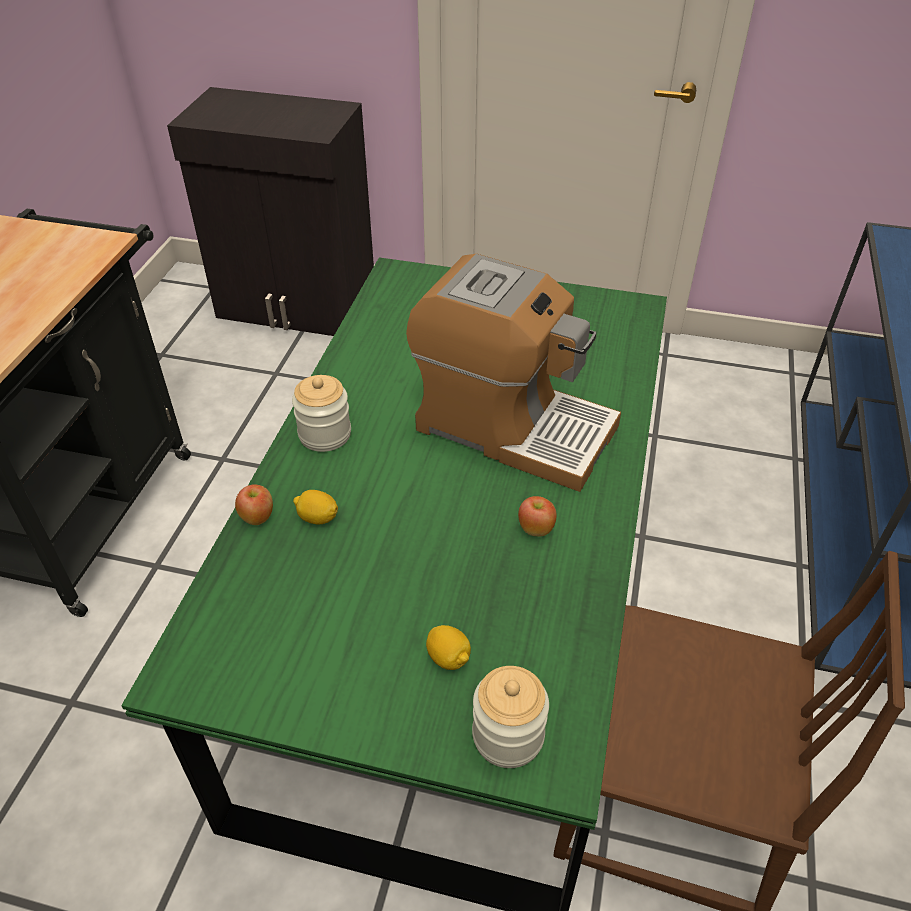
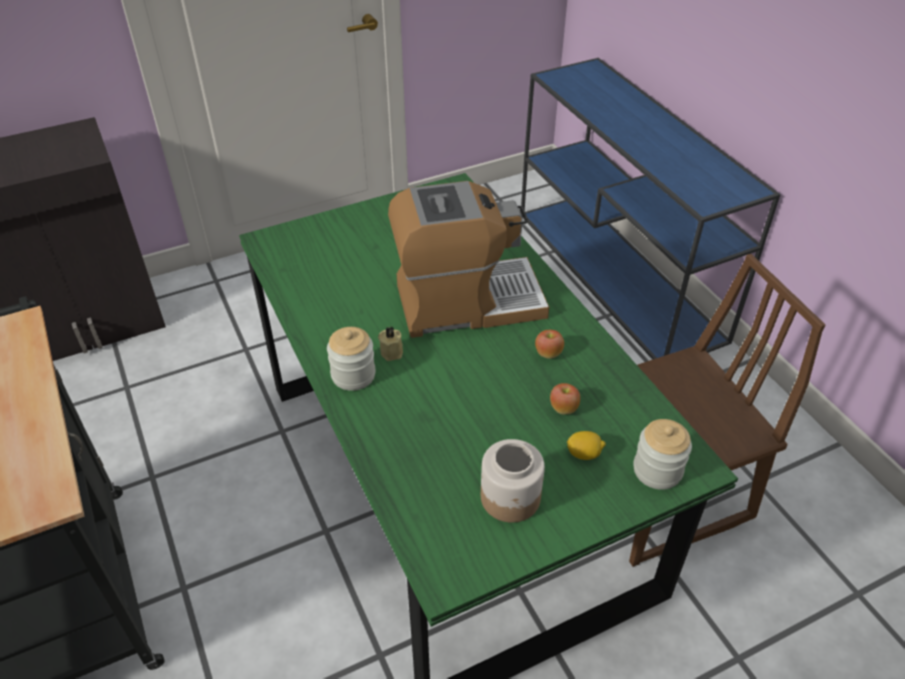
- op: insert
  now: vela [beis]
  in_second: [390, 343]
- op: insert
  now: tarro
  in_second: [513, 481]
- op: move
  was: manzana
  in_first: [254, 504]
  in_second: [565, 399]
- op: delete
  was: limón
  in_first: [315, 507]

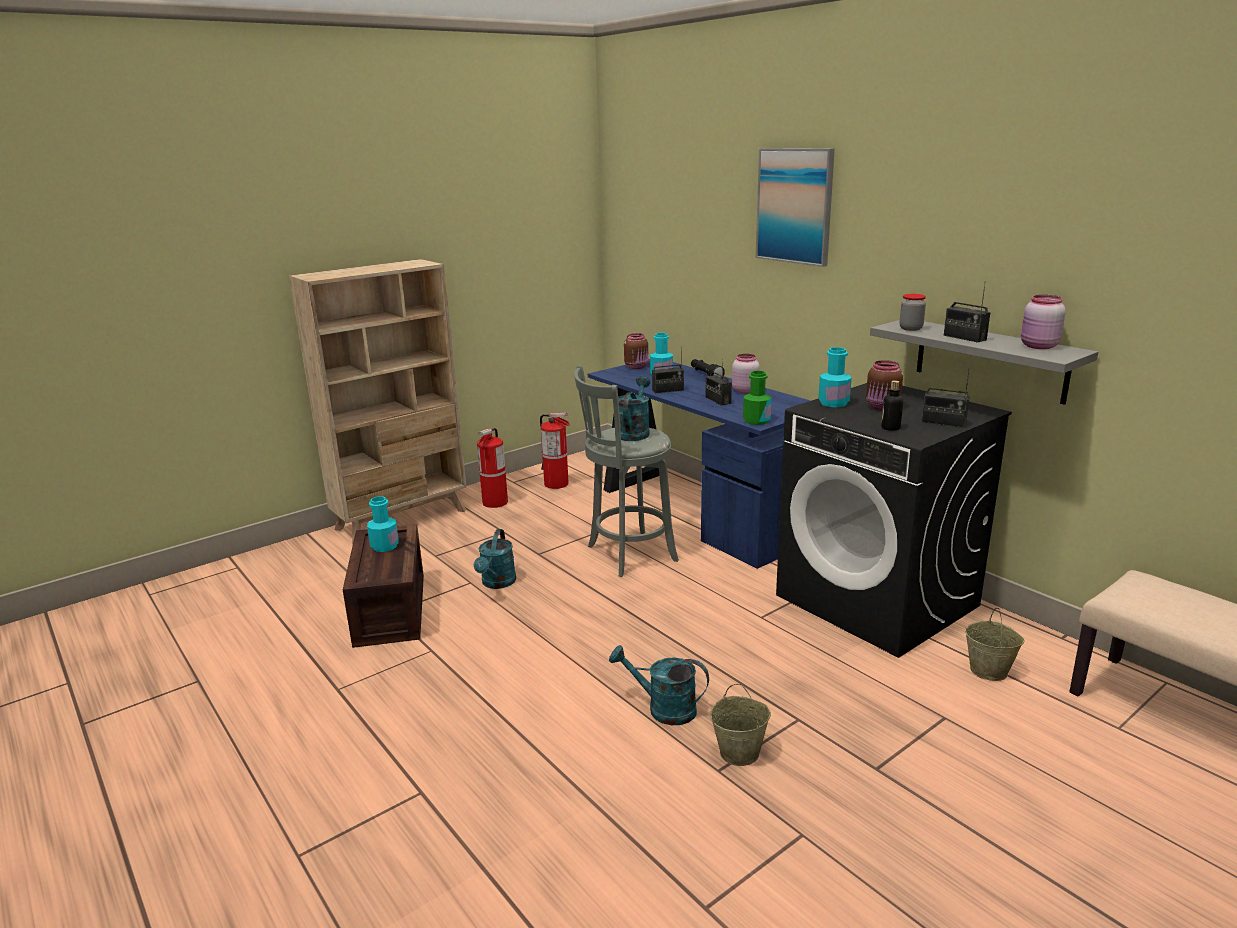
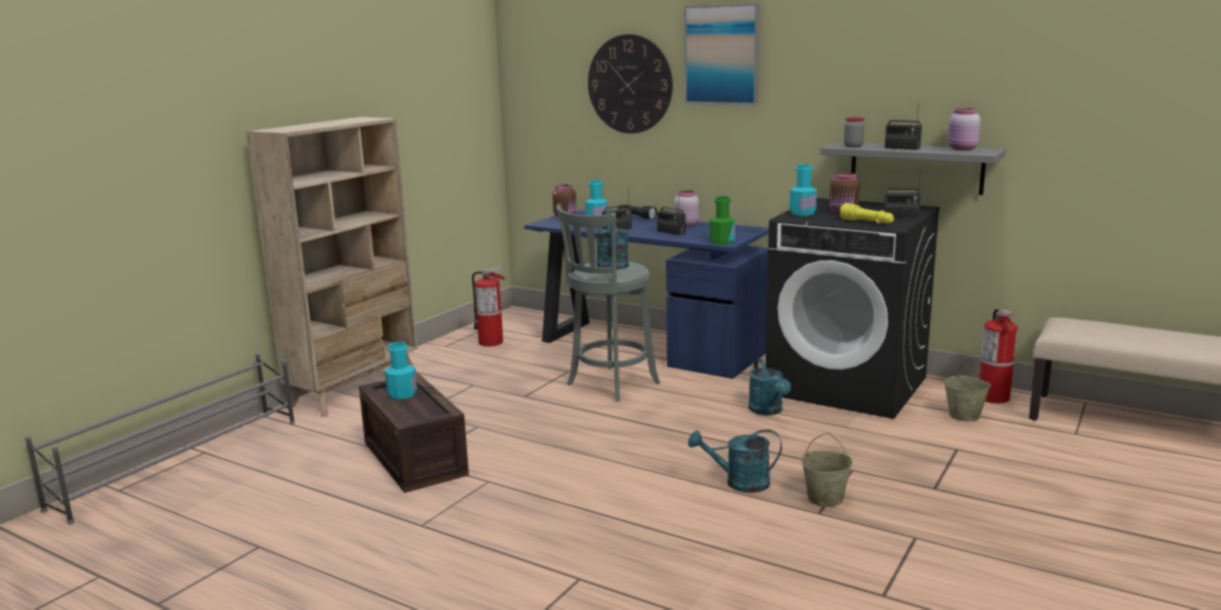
- op: insert
  now: zapatero [gris]
  in_second: [160, 439]
- op: insert
  now: reloj de pared
  in_second: [630, 84]
- op: move
  was: regadera [turquesa]
  in_first: [495, 559]
  in_second: [769, 386]
- op: replace
  was: botella
  now: linterna [amarillo]
  in_first: [892, 405]
  in_second: [867, 213]
- op: move
  was: extintor
  in_first: [492, 468]
  in_second: [998, 356]

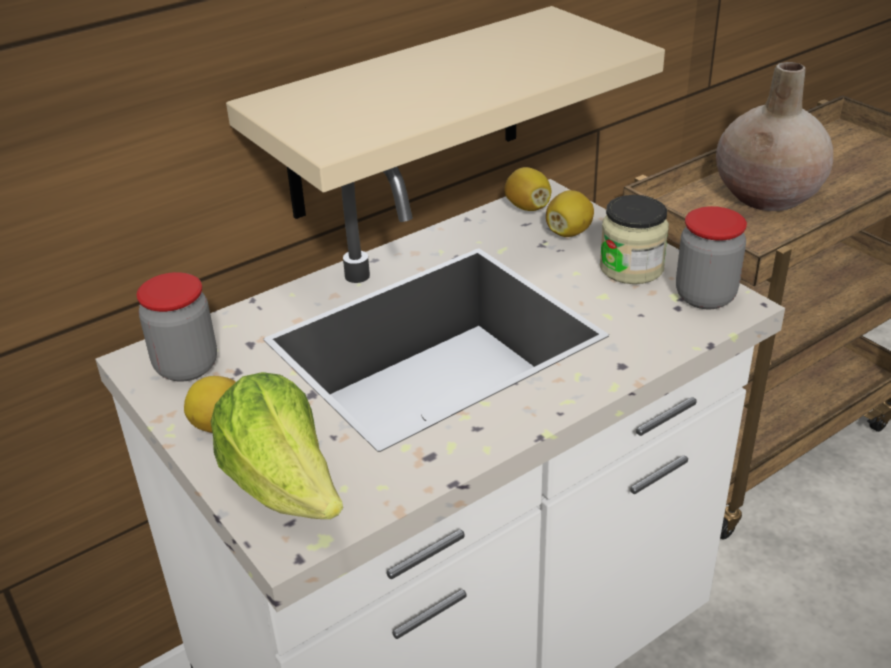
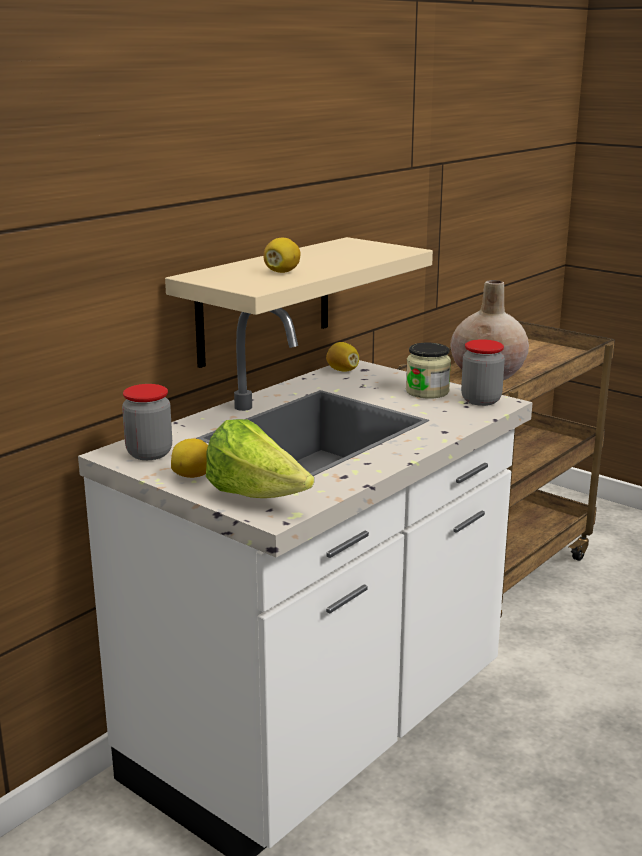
- op: move
  was: limón
  in_first: [570, 213]
  in_second: [282, 255]

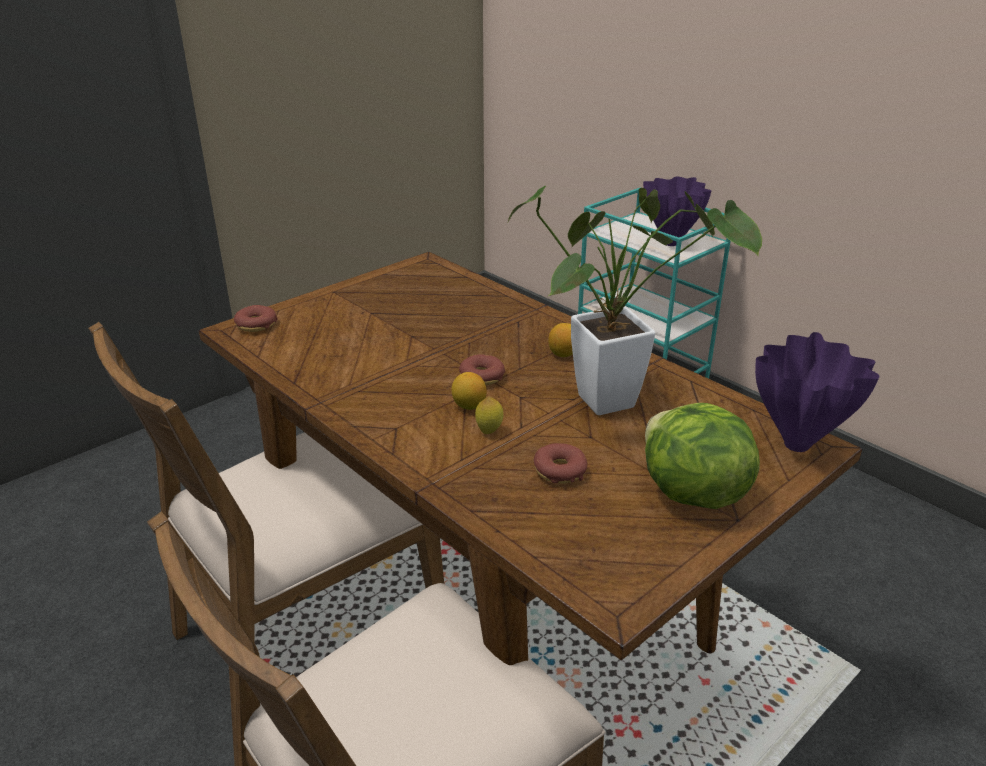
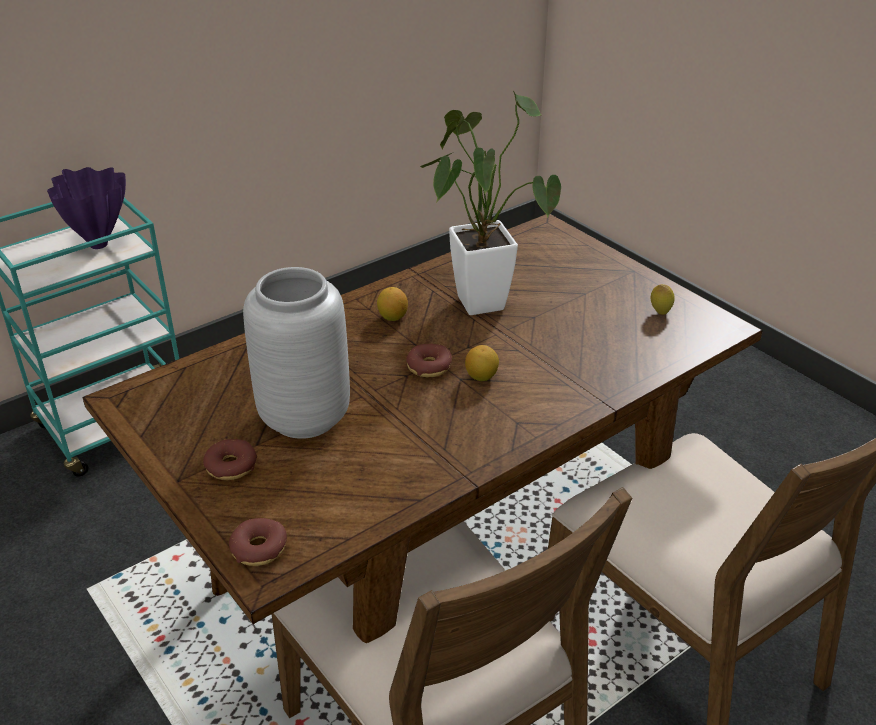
- op: move
  was: rosquilla
  in_first: [561, 463]
  in_second: [230, 459]
- op: insert
  now: florero [gris]
  in_second: [296, 353]
- op: move
  was: limón
  in_first: [489, 415]
  in_second: [663, 299]
- op: delete
  was: lechuga
  in_first: [702, 456]
- op: delete
  was: florero [morado]
  in_first: [817, 392]

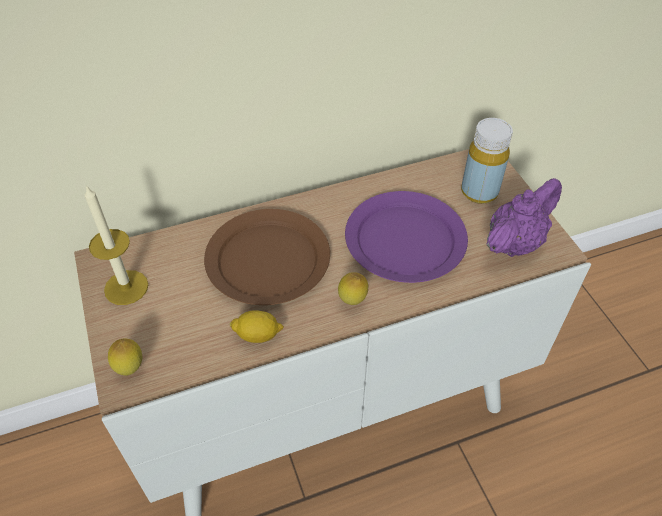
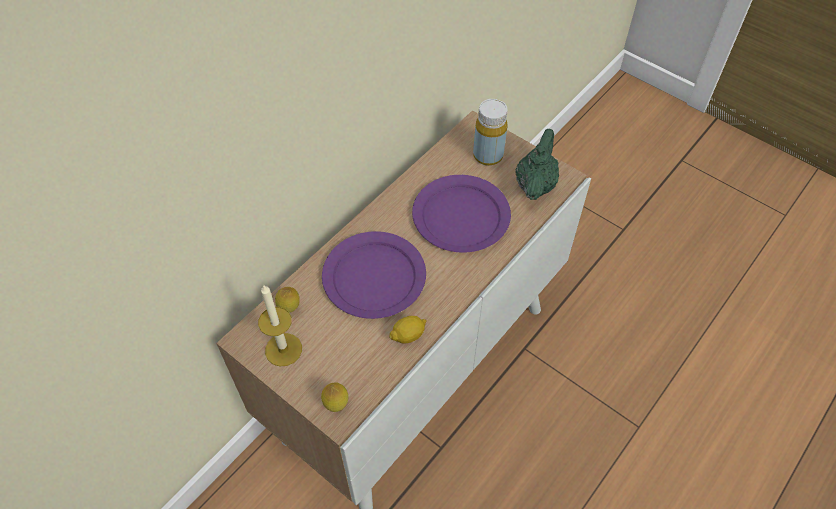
- op: move
  was: limón
  in_first: [353, 288]
  in_second: [287, 300]
- op: recolor
  was: plato [marrón]
  now: plato [morado]
  in_first: [267, 257]
  in_second: [374, 275]
- op: recolor
  was: tetera [morado]
  now: tetera [verde]
  in_first: [524, 217]
  in_second: [537, 164]

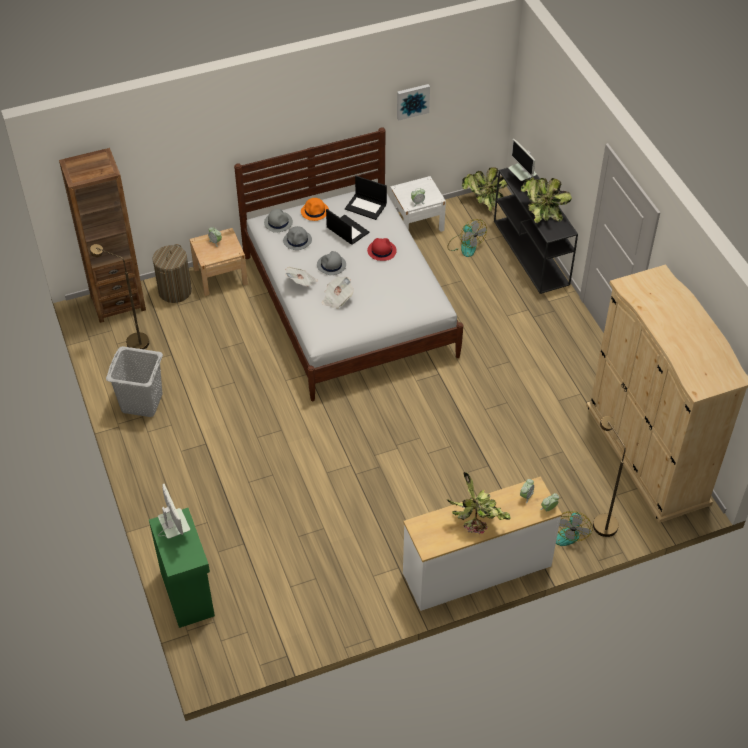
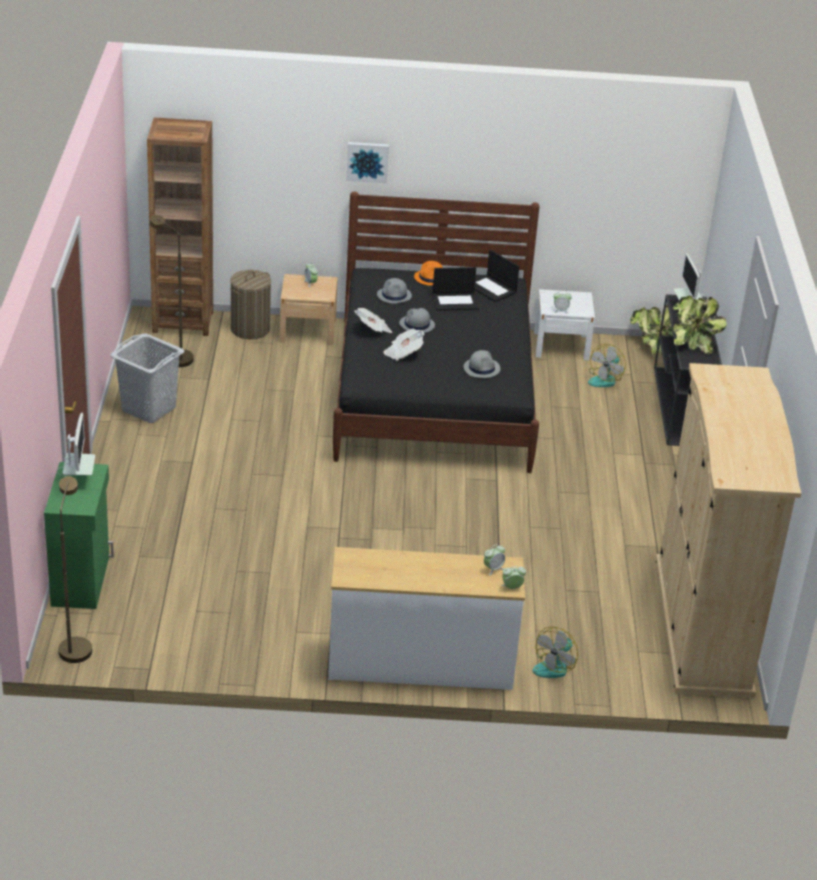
- op: move
  was: lámpara de pie [marrón]
  in_first: [609, 476]
  in_second: [75, 569]
- op: recolor
  was: cama [blanco]
  now: cama [negro]
  in_first: [348, 264]
  in_second: [436, 332]
- op: move
  was: cuadro
  in_first: [413, 102]
  in_second: [367, 162]
- op: rotate
  was: portátil
  in_first: [347, 227]
  in_second: [455, 289]
  clockwise: 105
- op: move
  was: sombrero [gris]
  in_first: [278, 221]
  in_second: [482, 364]
- op: rotate
  was: ventilador
  in_first: [467, 238]
  in_second: [607, 365]
  clockwise: 45
- op: delete
  was: sombrero [rojo]
  in_first: [382, 249]
- op: delete
  was: planta en maceta
  in_first: [479, 503]

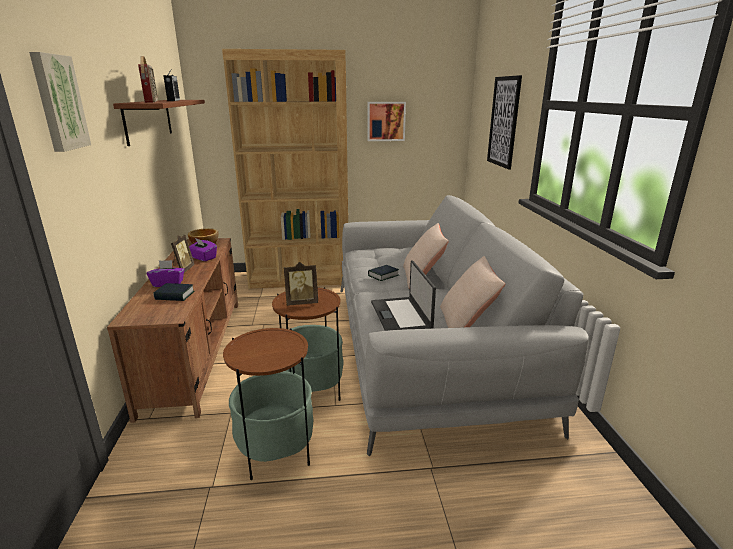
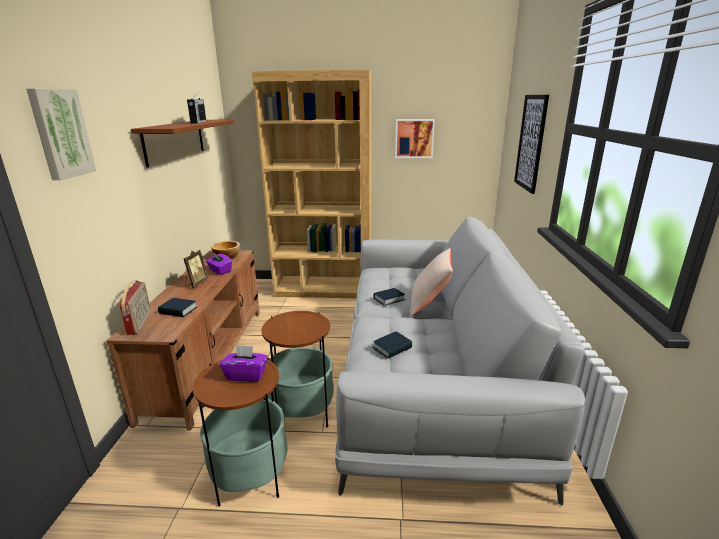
- op: move
  was: radio
  in_first: [148, 79]
  in_second: [135, 308]
- op: move
  was: caja de pañuelos [morado]
  in_first: [166, 273]
  in_second: [244, 363]
- op: replace
  was: portátil
  now: libro
  in_first: [403, 295]
  in_second: [392, 345]
- op: delete
  was: portarretratos
  in_first: [301, 284]
- op: delete
  was: cojín [beis]
  in_first: [472, 292]

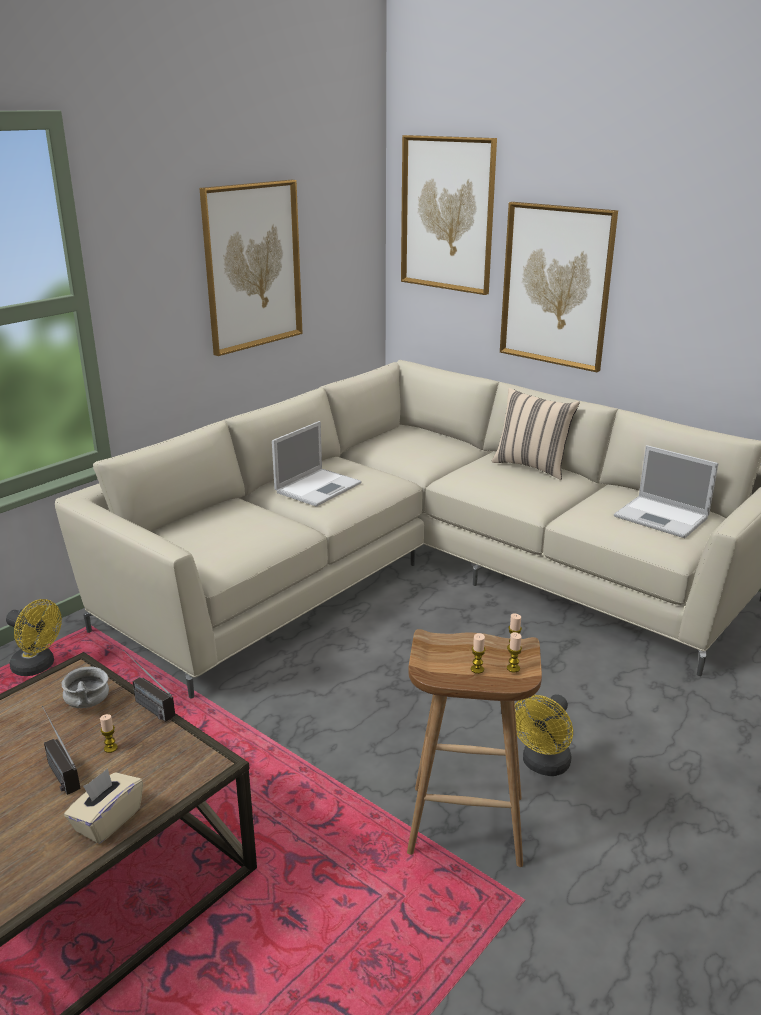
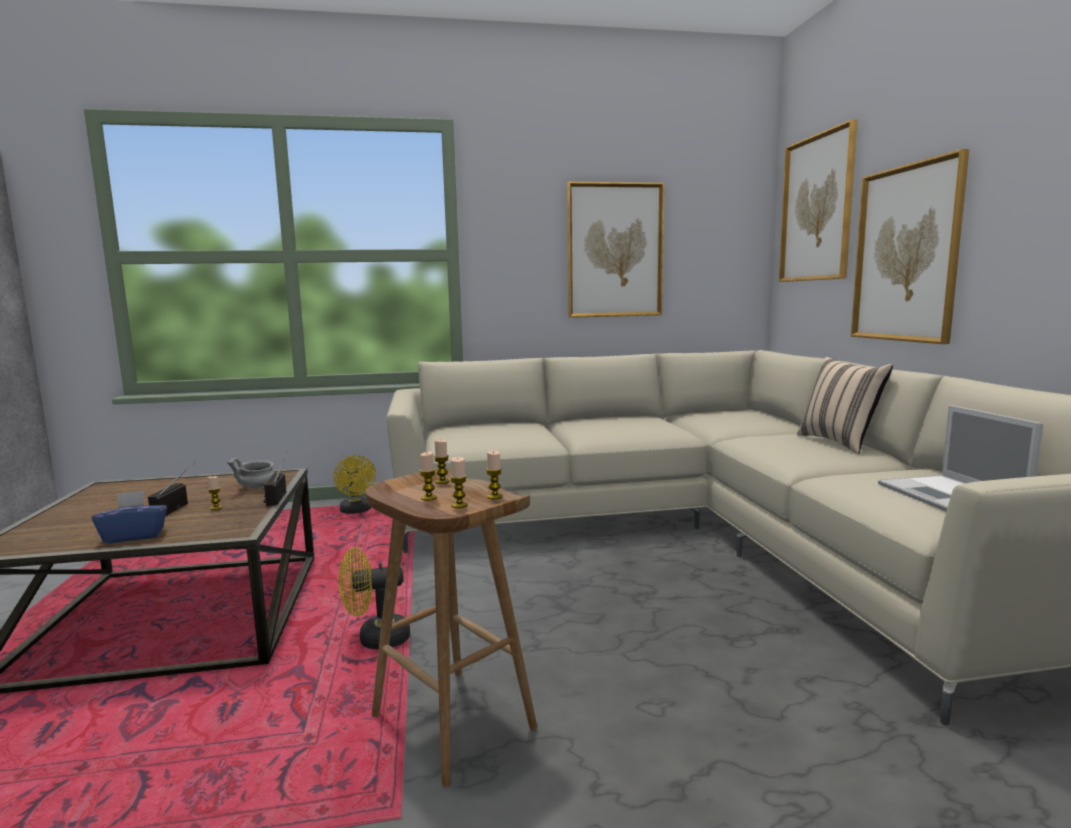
- op: recolor
  was: caja de pañuelos [beis]
  now: caja de pañuelos [azul]
  in_first: [103, 806]
  in_second: [129, 517]
- op: move
  was: ventilador [amarillo]
  in_first: [544, 735]
  in_second: [374, 598]
- op: insert
  now: vela
  in_second: [442, 461]
- op: delete
  was: portátil
  in_first: [316, 464]

